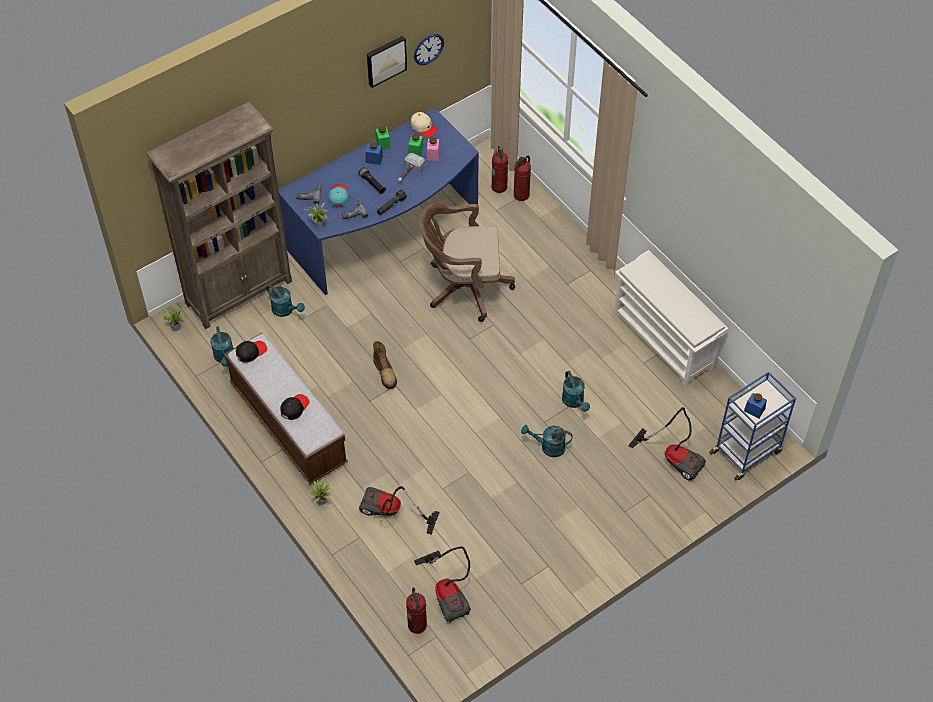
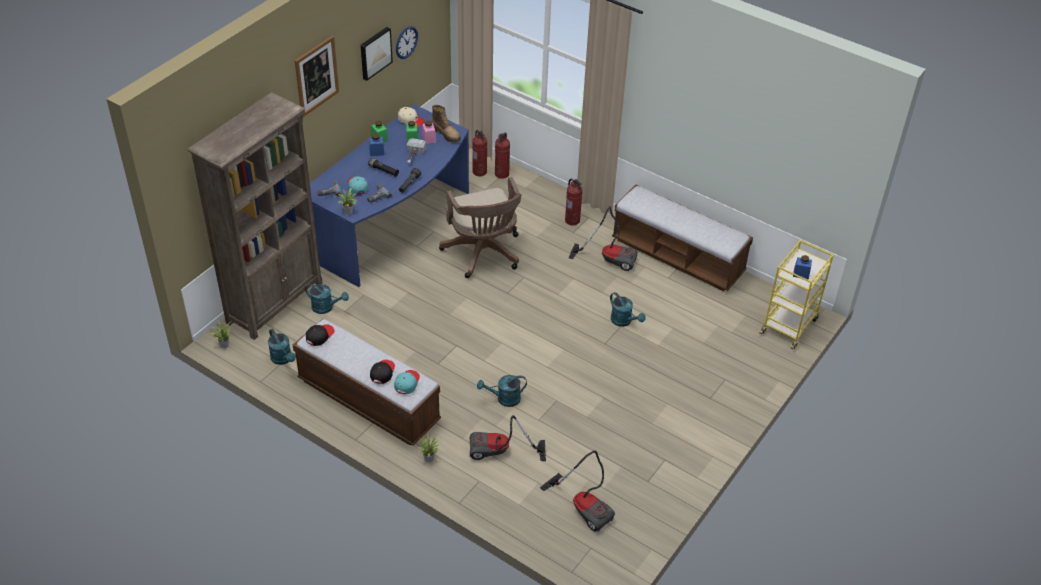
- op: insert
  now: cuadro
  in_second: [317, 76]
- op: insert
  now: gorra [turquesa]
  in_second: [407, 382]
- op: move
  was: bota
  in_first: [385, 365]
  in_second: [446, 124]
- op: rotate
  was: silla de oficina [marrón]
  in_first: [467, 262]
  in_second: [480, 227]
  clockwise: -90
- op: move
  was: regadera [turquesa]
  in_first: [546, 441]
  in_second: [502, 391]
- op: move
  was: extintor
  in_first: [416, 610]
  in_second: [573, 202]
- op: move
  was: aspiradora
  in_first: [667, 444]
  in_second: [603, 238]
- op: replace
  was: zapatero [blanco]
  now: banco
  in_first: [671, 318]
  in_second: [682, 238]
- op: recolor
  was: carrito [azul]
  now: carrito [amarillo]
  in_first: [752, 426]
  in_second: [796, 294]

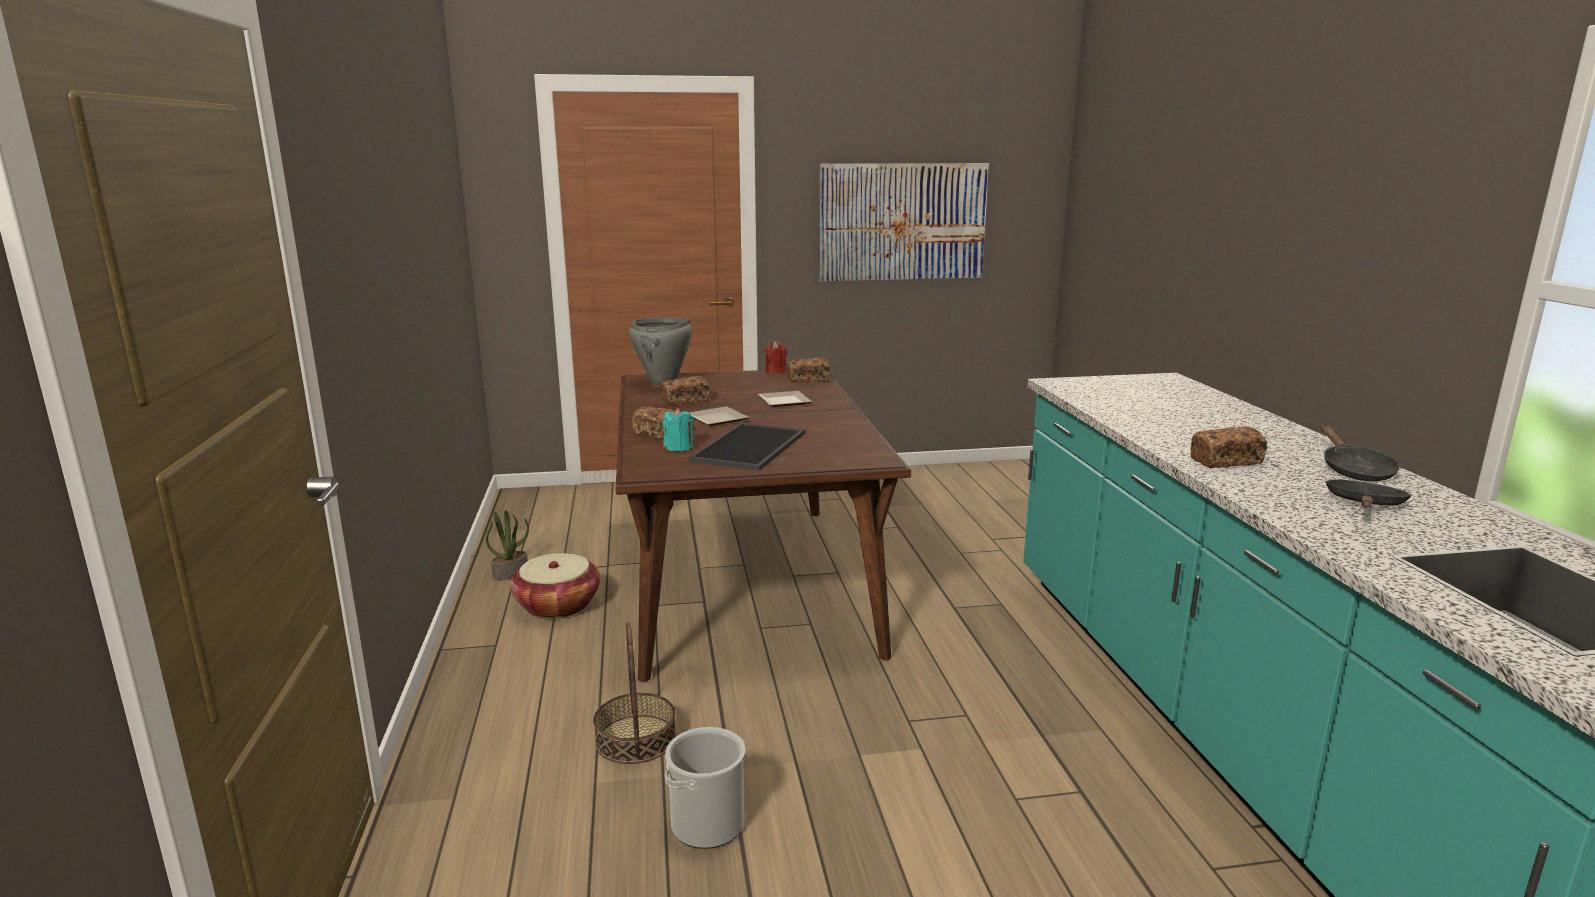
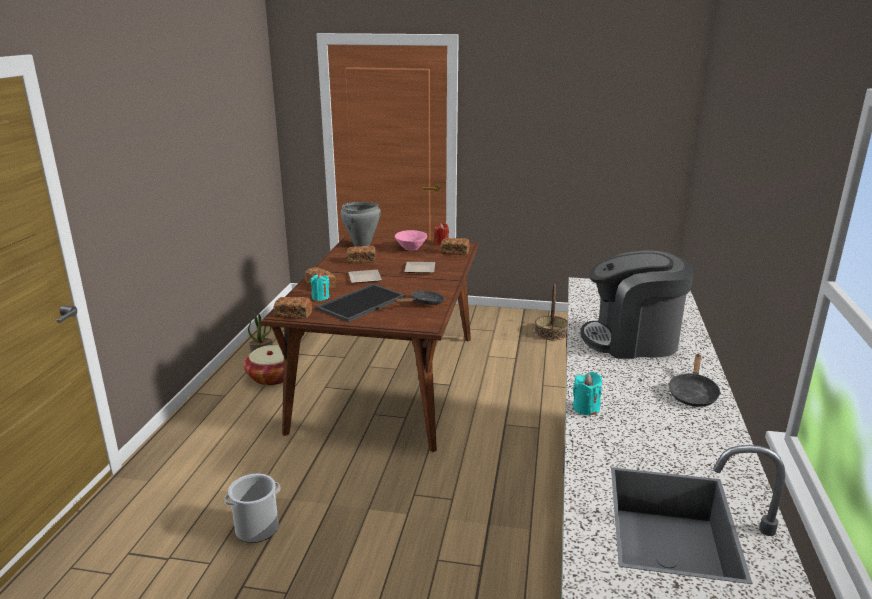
- op: move
  was: pan
  in_first: [1229, 447]
  in_second: [293, 308]
- op: move
  was: sartén [negro]
  in_first: [1368, 493]
  in_second: [419, 298]
- op: insert
  now: cuenco [rosa]
  in_second: [411, 240]
- op: move
  was: cesta
  in_first: [634, 693]
  in_second: [551, 311]
- op: insert
  now: vela [turquesa]
  in_second: [587, 394]
- op: insert
  now: cafetera
  in_second: [637, 304]
- op: delete
  was: cuadro
  in_first: [904, 222]

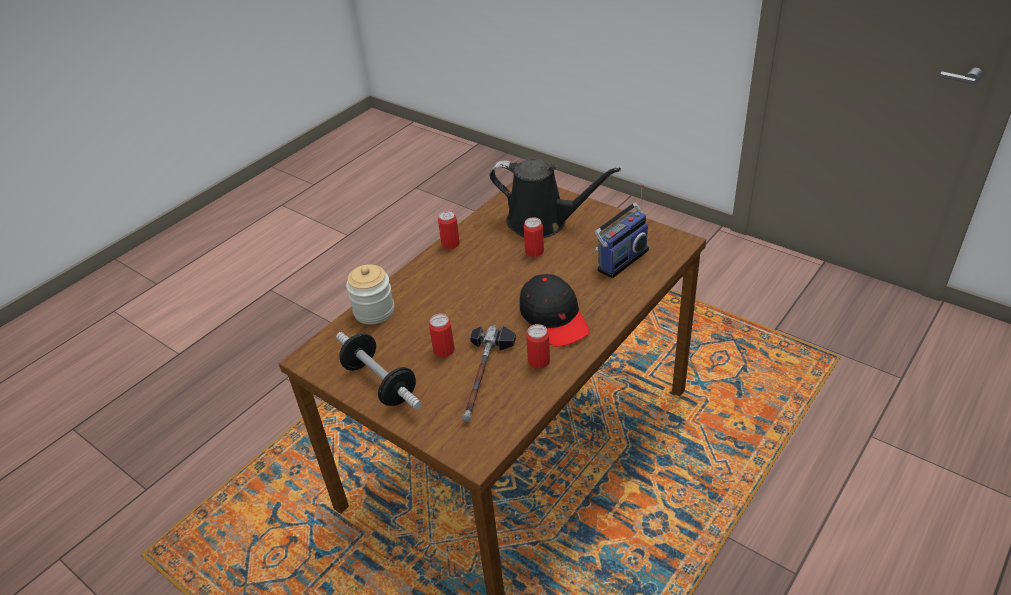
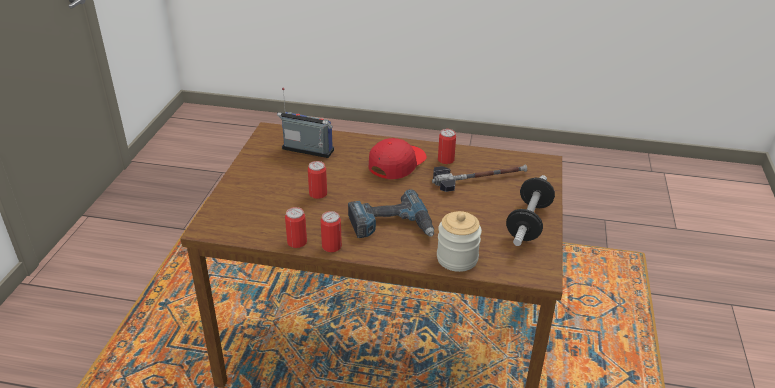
- op: move
  was: lata
  in_first: [442, 335]
  in_second: [296, 227]
- op: insert
  now: taladro
  in_second: [391, 213]
- op: recolor
  was: gorra [negro]
  now: gorra [rojo]
  in_first: [555, 310]
  in_second: [398, 158]
- op: delete
  was: regadera [negro]
  in_first: [555, 198]

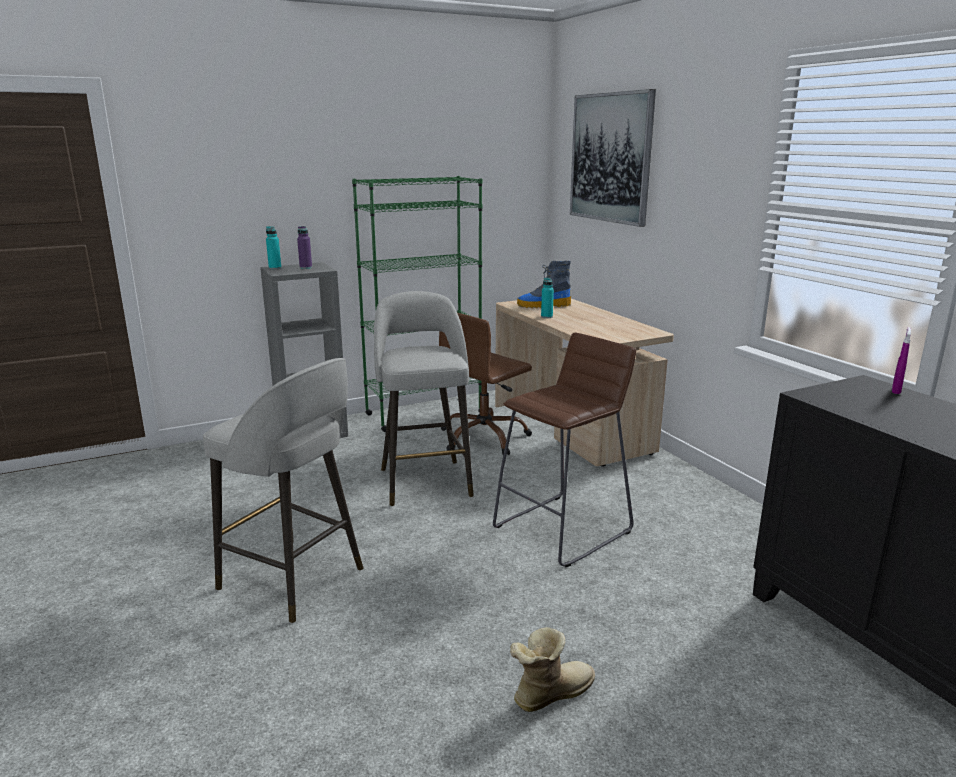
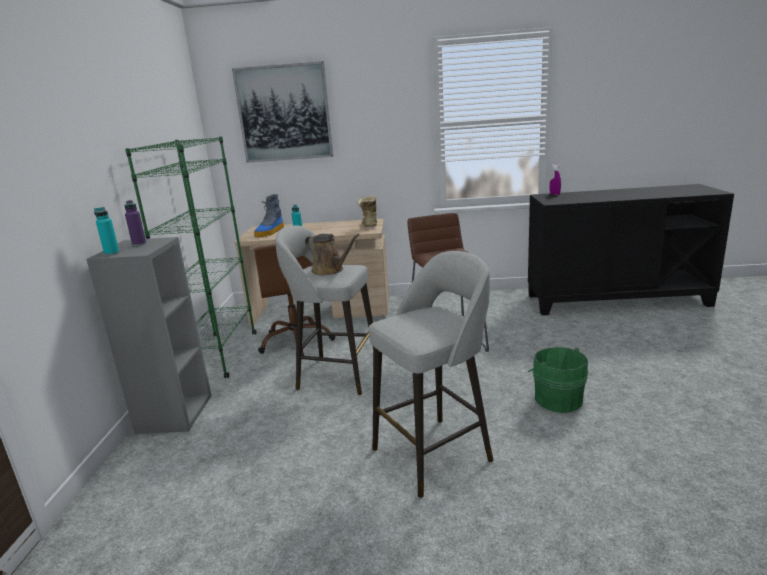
- op: insert
  now: regadera [marrón]
  in_second: [332, 254]
- op: move
  was: bota
  in_first: [552, 669]
  in_second: [367, 211]
- op: insert
  now: cubo [verde]
  in_second: [558, 380]

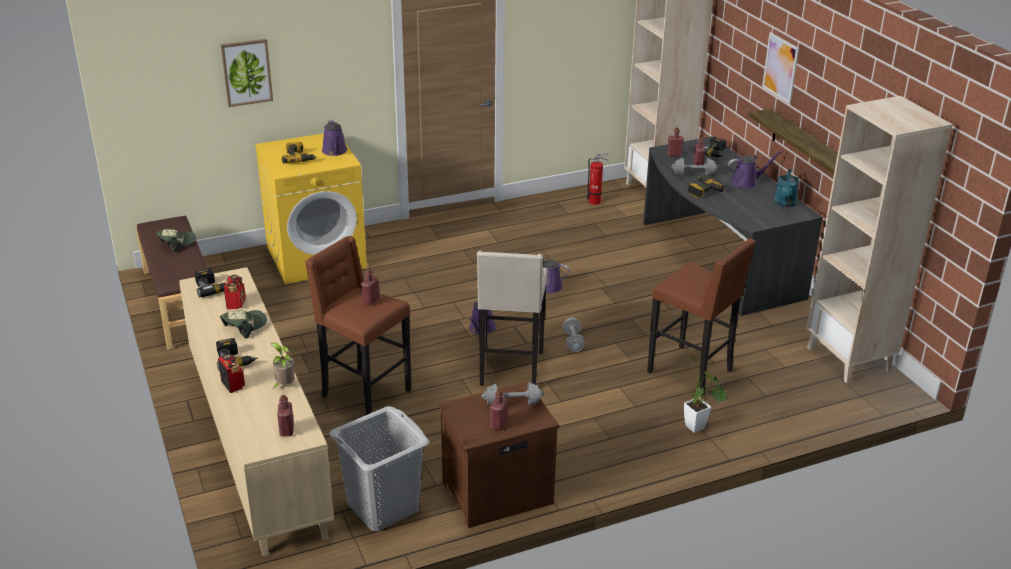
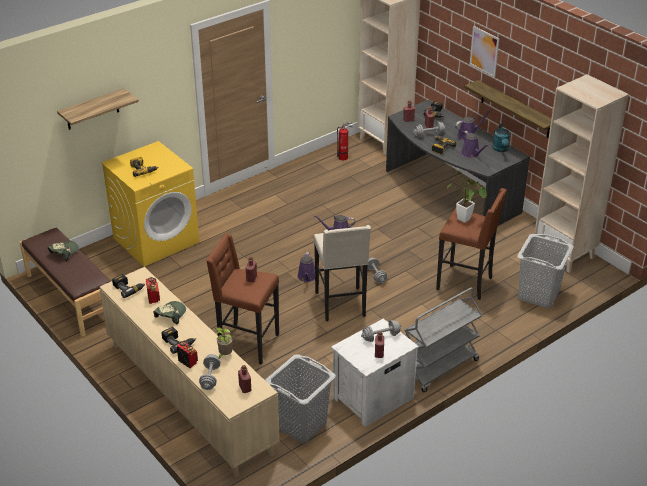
- op: replace
  was: cuadro
  now: estante
  in_first: [247, 73]
  in_second: [98, 109]
- op: insert
  now: mancuerna [gris]
  in_second: [209, 372]
- op: recolor
  was: mesita de noche [marrón]
  now: mesita de noche [blanco]
  in_first: [498, 455]
  in_second: [375, 373]
- op: insert
  now: carrito [gris]
  in_second: [443, 339]
- op: move
  was: planta en maceta
  in_first: [700, 394]
  in_second: [466, 196]
- op: move
  was: regadera [morado]
  in_first: [335, 138]
  in_second: [475, 144]
- op: insert
  now: cesto de la ropa [gris]
  in_second: [545, 271]

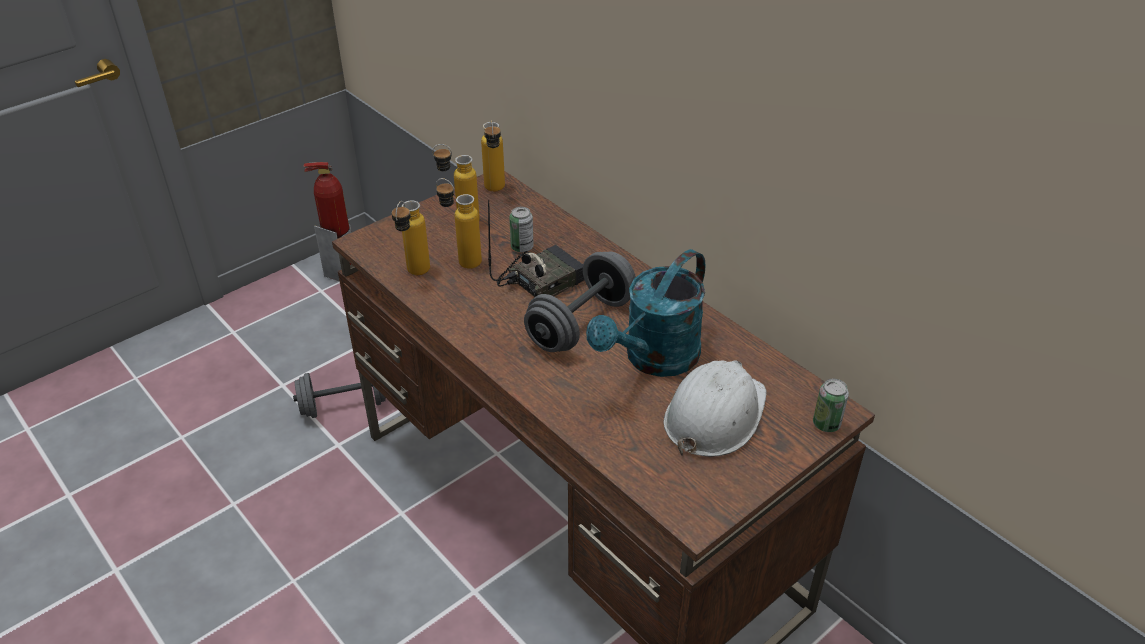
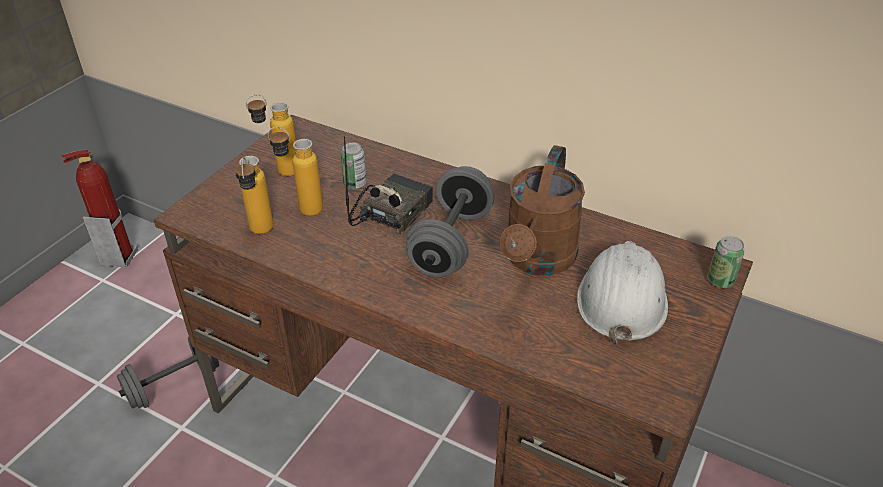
- op: recolor
  was: regadera [turquesa]
  now: regadera [marrón]
  in_first: [645, 313]
  in_second: [542, 210]
- op: delete
  was: botella
  in_first: [493, 156]

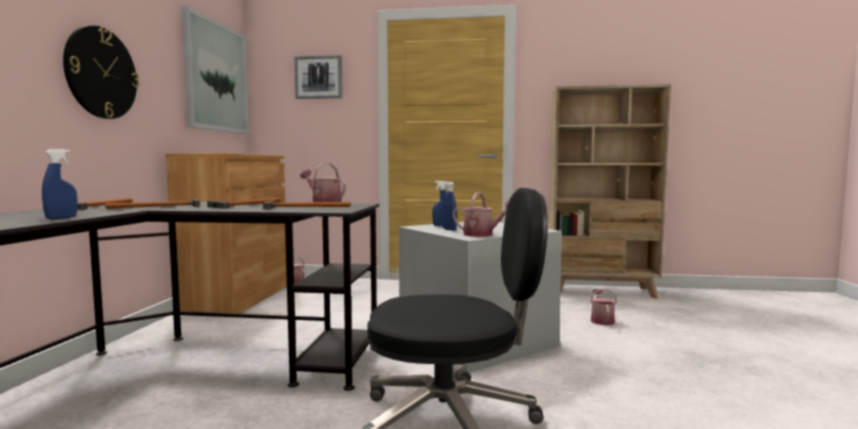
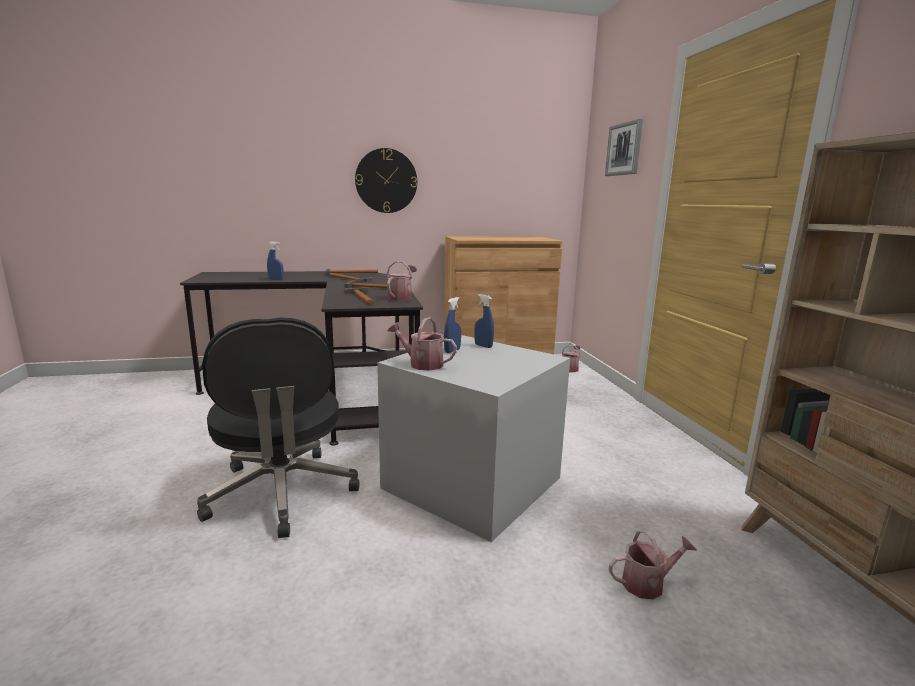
- op: rotate
  was: regadera
  in_first: [480, 214]
  in_second: [422, 344]
  clockwise: 105
- op: delete
  was: cuadro
  in_first: [215, 70]

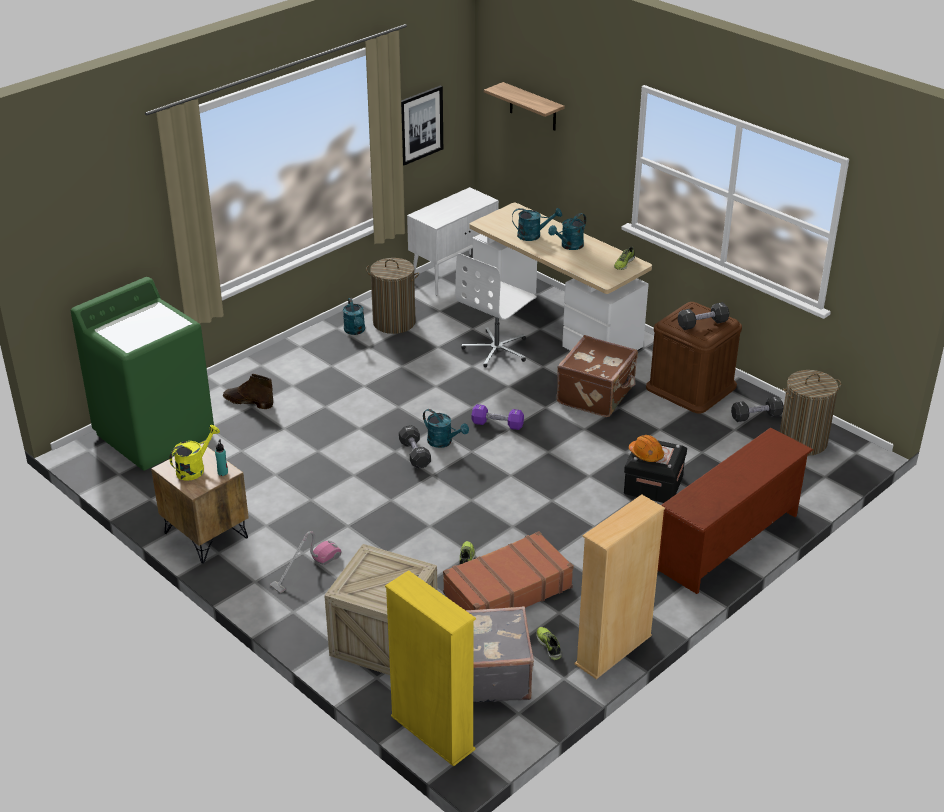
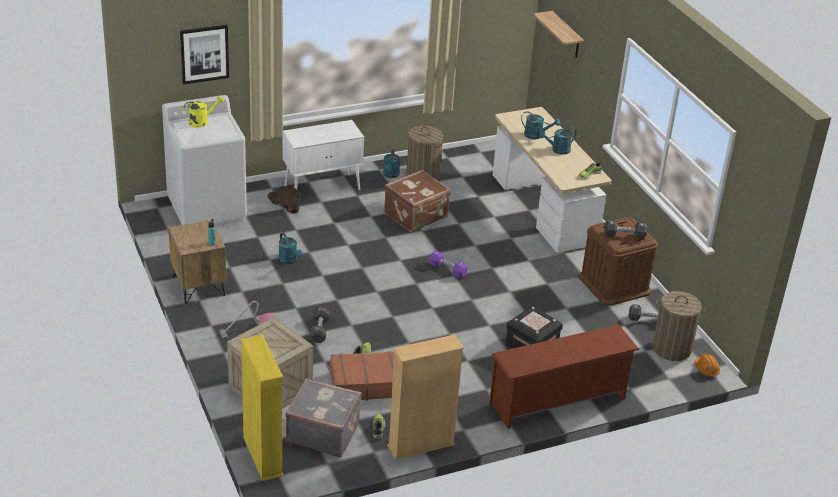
- op: recolor
  was: lavadora [verde]
  now: lavadora [blanco]
  in_first: [142, 373]
  in_second: [204, 161]
- op: move
  was: cuadro
  in_first: [422, 126]
  in_second: [204, 54]
- op: move
  was: regadera [amarillo]
  in_first: [194, 453]
  in_second: [203, 111]
- op: move
  was: regadera [turquesa]
  in_first: [446, 428]
  in_second: [291, 248]
- op: move
  was: armario [blanco]
  in_first: [453, 241]
  in_second: [323, 155]
- op: move
  was: mancuerna [negro]
  in_first: [415, 447]
  in_second: [319, 325]
- op: move
  was: maleta [marrón]
  in_first: [597, 376]
  in_second: [417, 201]
- op: move
  was: casco [naranja]
  in_first: [646, 449]
  in_second: [707, 365]
- op: delete
  was: silla de oficina [blanco]
  in_first: [496, 310]

